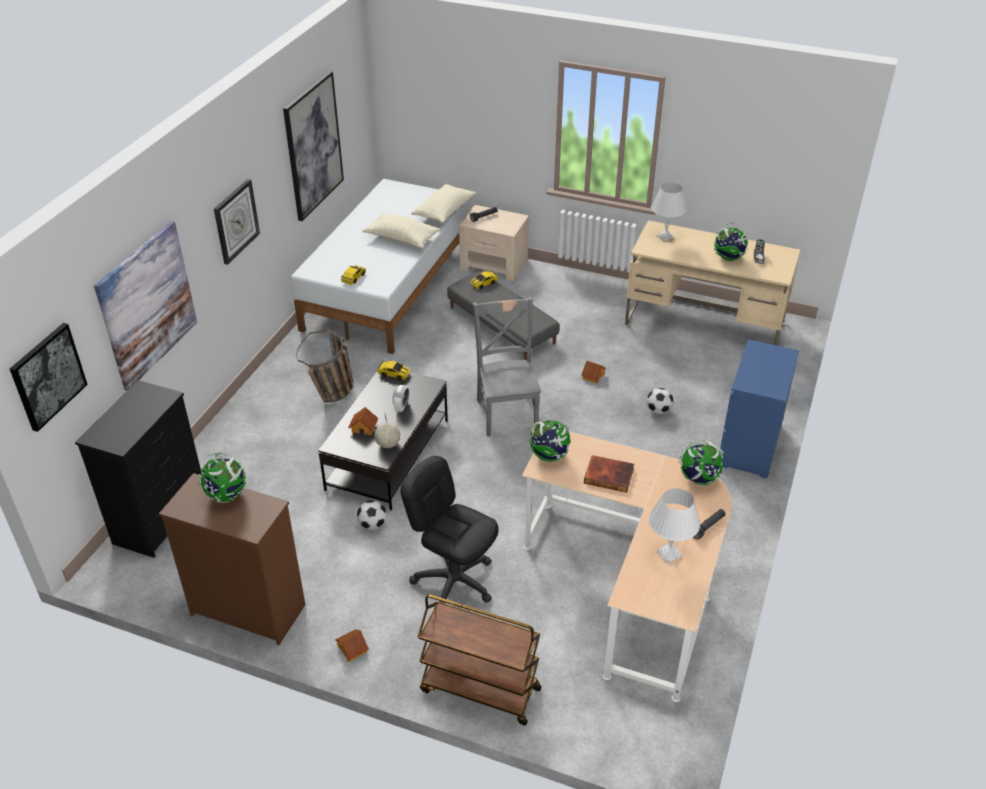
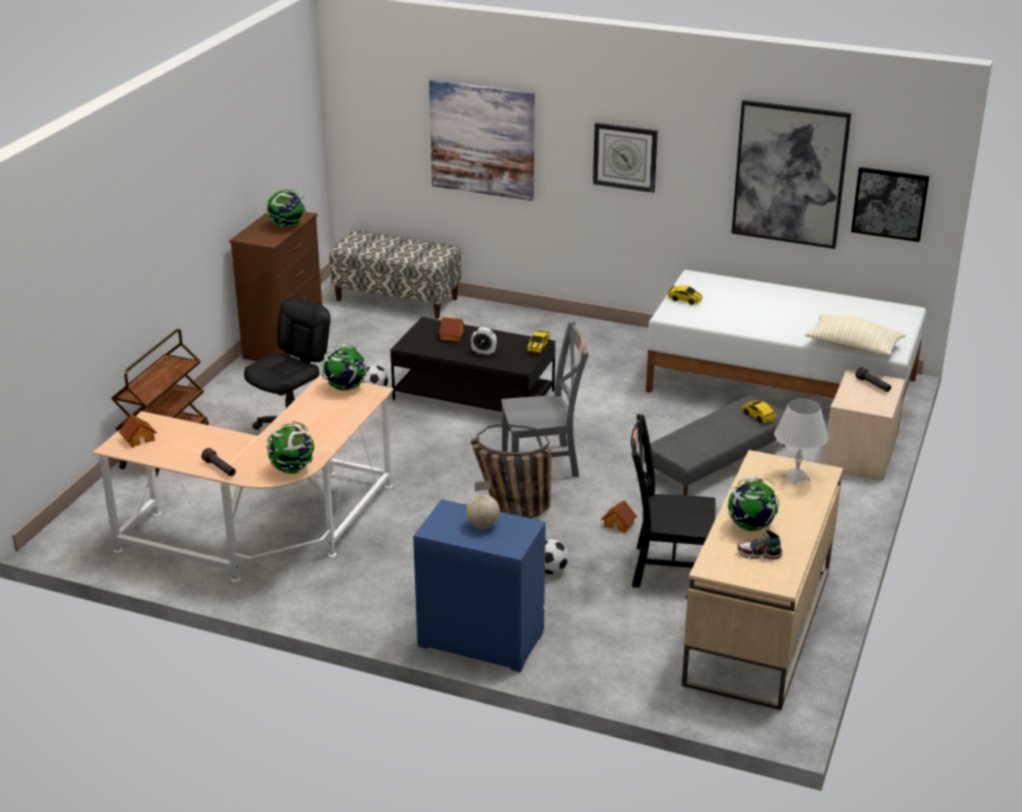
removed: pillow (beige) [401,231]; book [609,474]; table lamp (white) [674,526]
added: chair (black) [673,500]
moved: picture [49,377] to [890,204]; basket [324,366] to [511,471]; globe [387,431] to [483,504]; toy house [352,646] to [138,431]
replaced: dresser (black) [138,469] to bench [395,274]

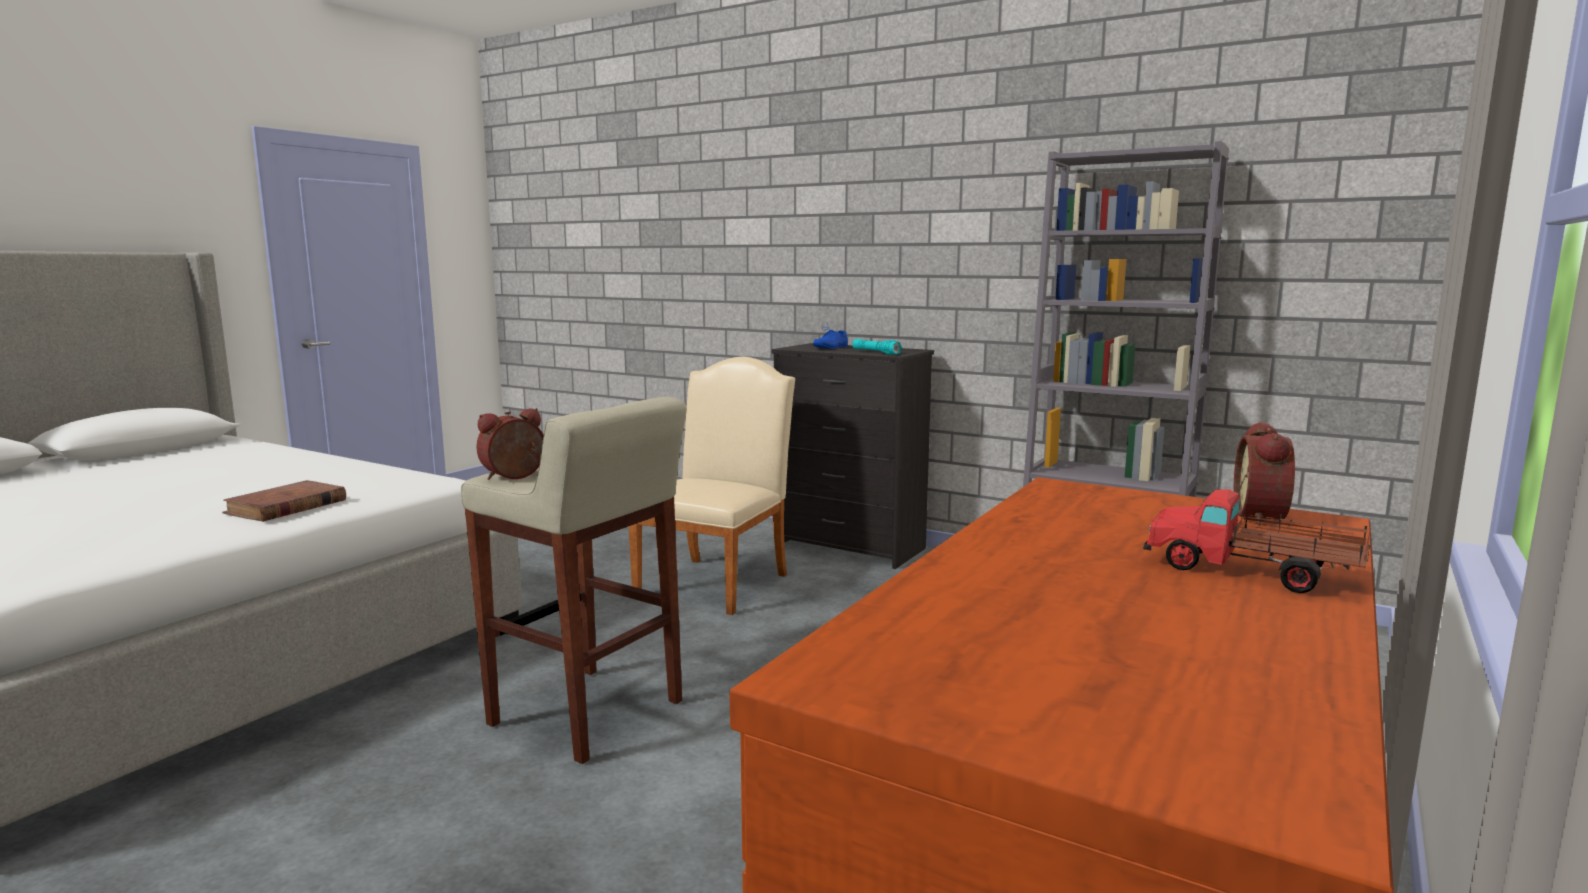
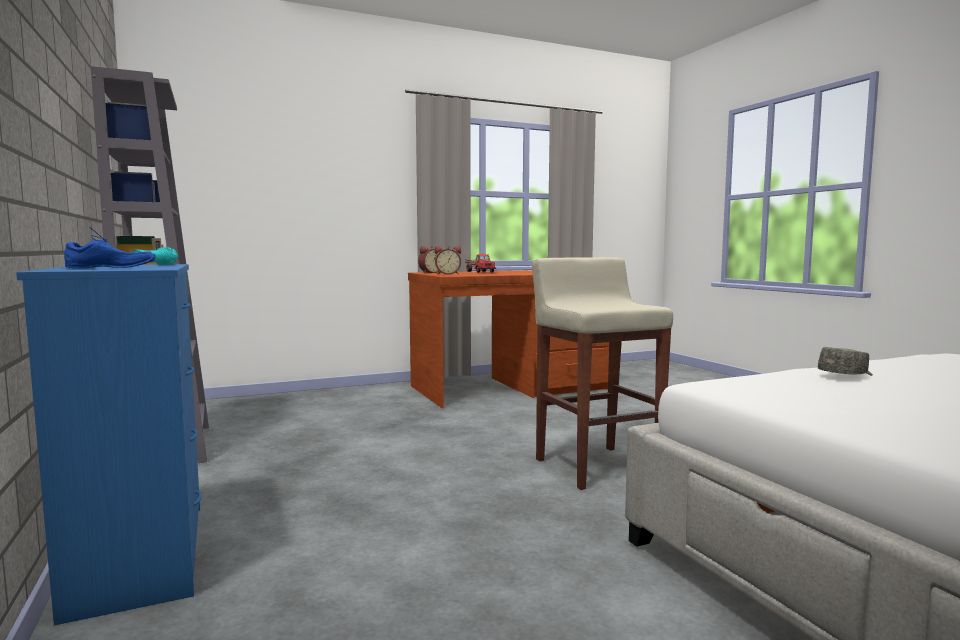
removed: chair (beige) [712,486]
moved: alarm clock [510,444] to [447,260]
replaced: book (brown) [284,501] to cap (grey) [845,361]
recoloured: dresser (black) [852,456] to dresser (blue) [109,445]

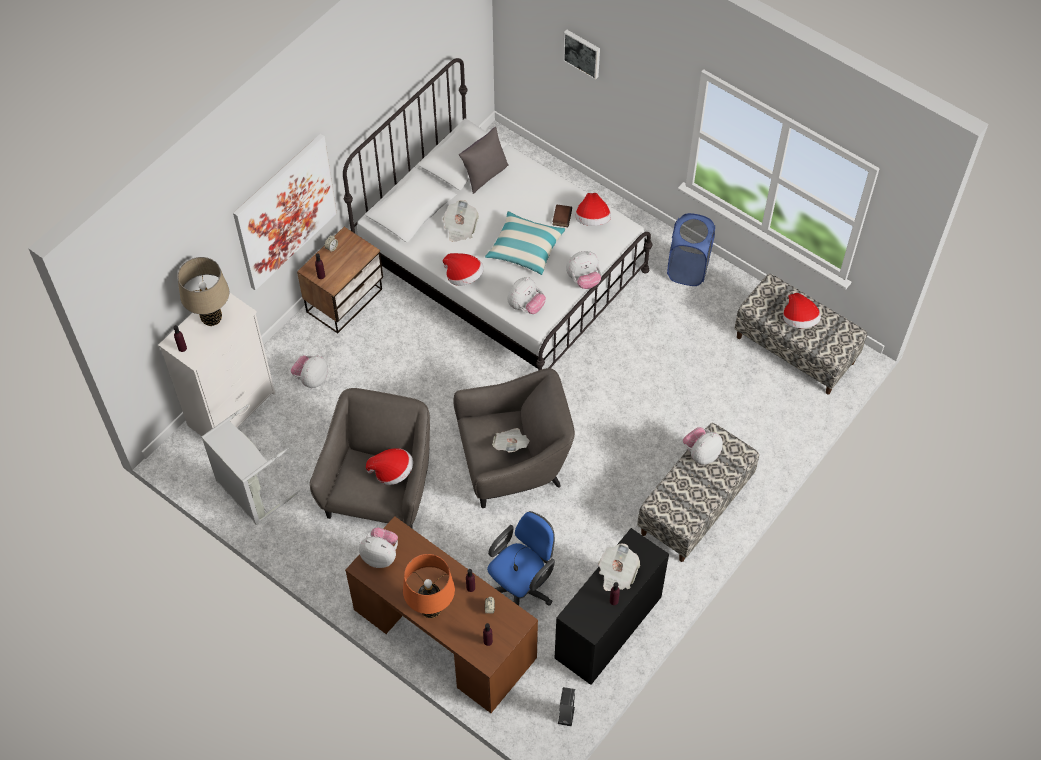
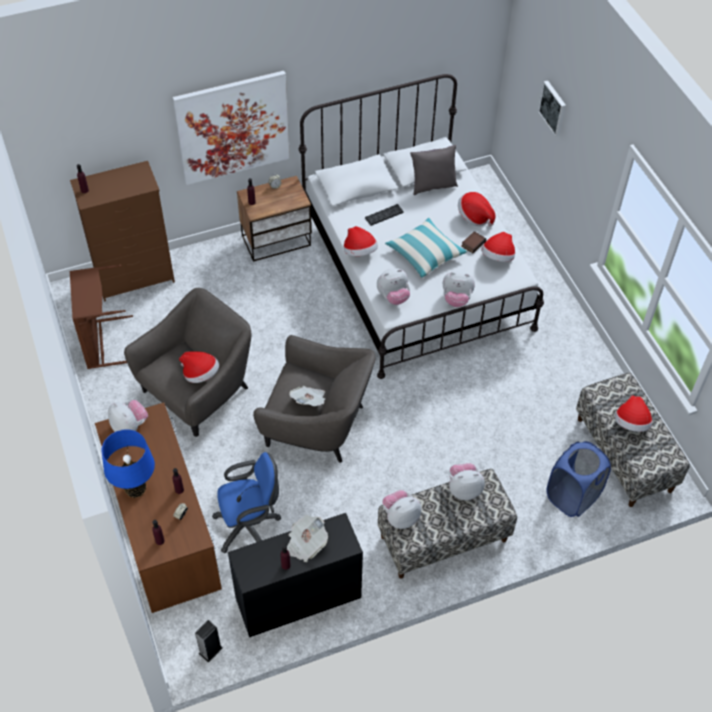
removed: table lamp (beige) [203,291]
added: hat [476,209]
moved: laundry basket (blue) [691,249] to [578,479]; plush toy [309,371] to [402,509]
replaced: newspaper [461,221] to keyboard [384,215]
recoloured: dresser (white) [216,364] to dresser (brown) [122,231]; laundry basket (grey) [250,465] to laundry basket (brown) [101,317]; table lamp (orange) [429,586] to table lamp (blue) [128,463]

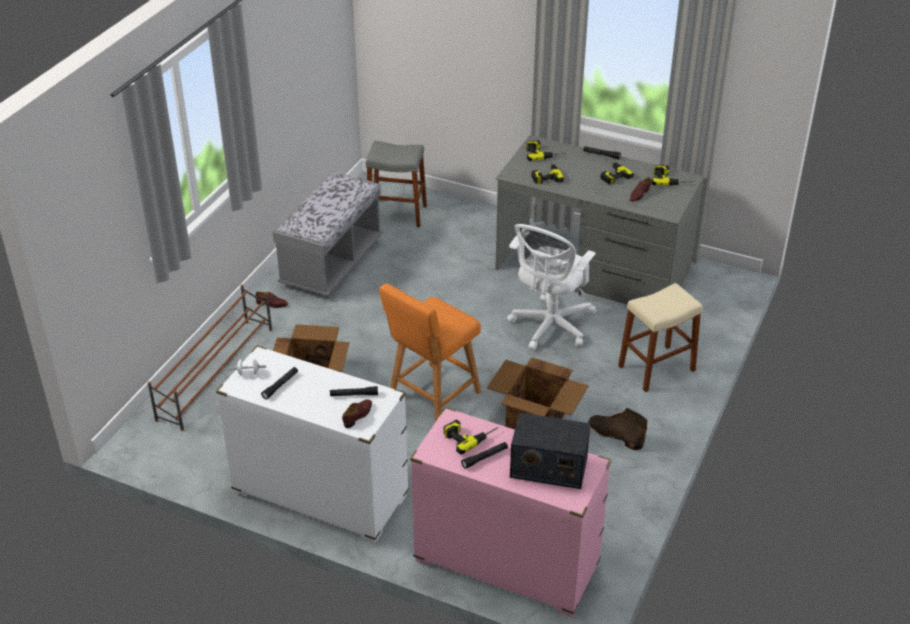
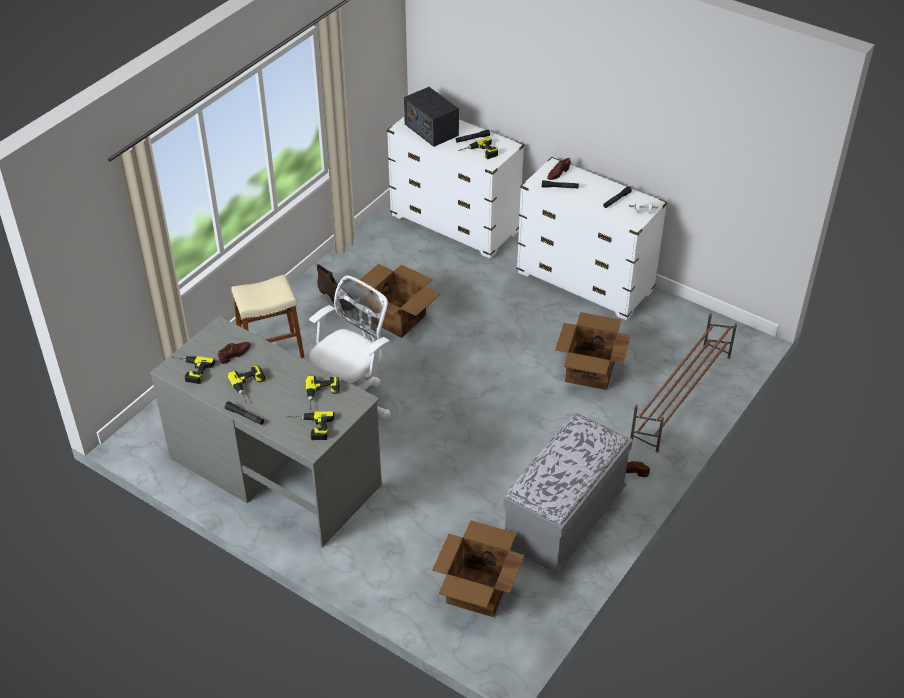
removed: stool (orange) [430,352]
replaced: stool (grey) [396,184] to cardboard box [478,568]
recoloured: dresser (pink) [510,512] to dresser (white) [455,188]
turned: radio [550,450] = [431,117] 150 degrees counterclockwise

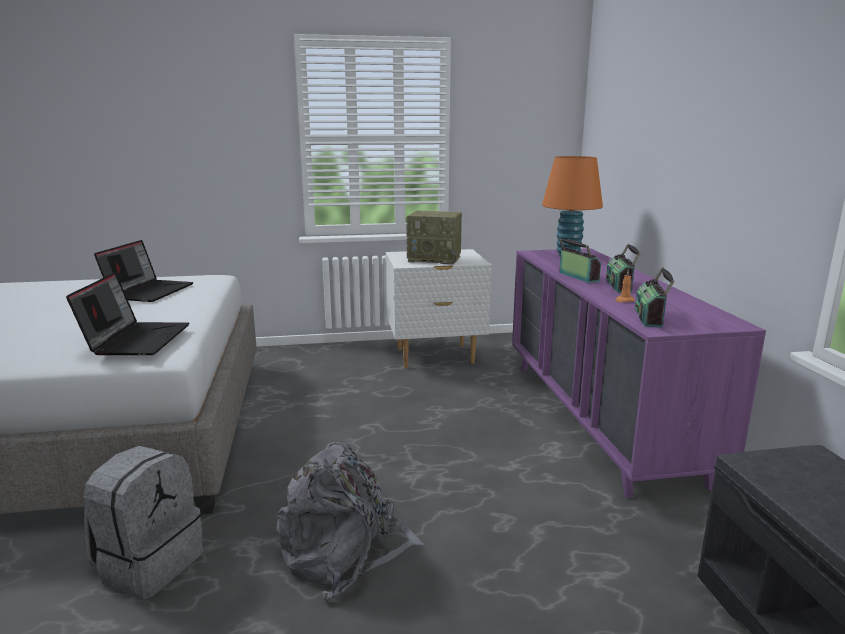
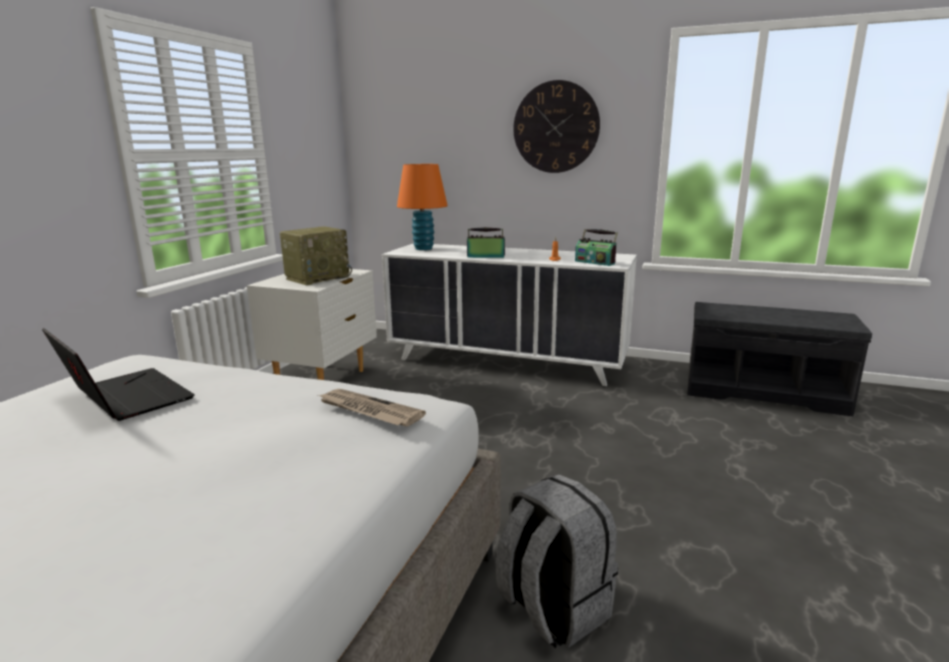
removed: radio [623,268]; backpack (grey) [350,521]
added: wall clock [556,126]
replaced: laptop [127,313] to newspaper [372,407]
recoloured: dresser (purple) [639,373] to dresser (white) [509,314]

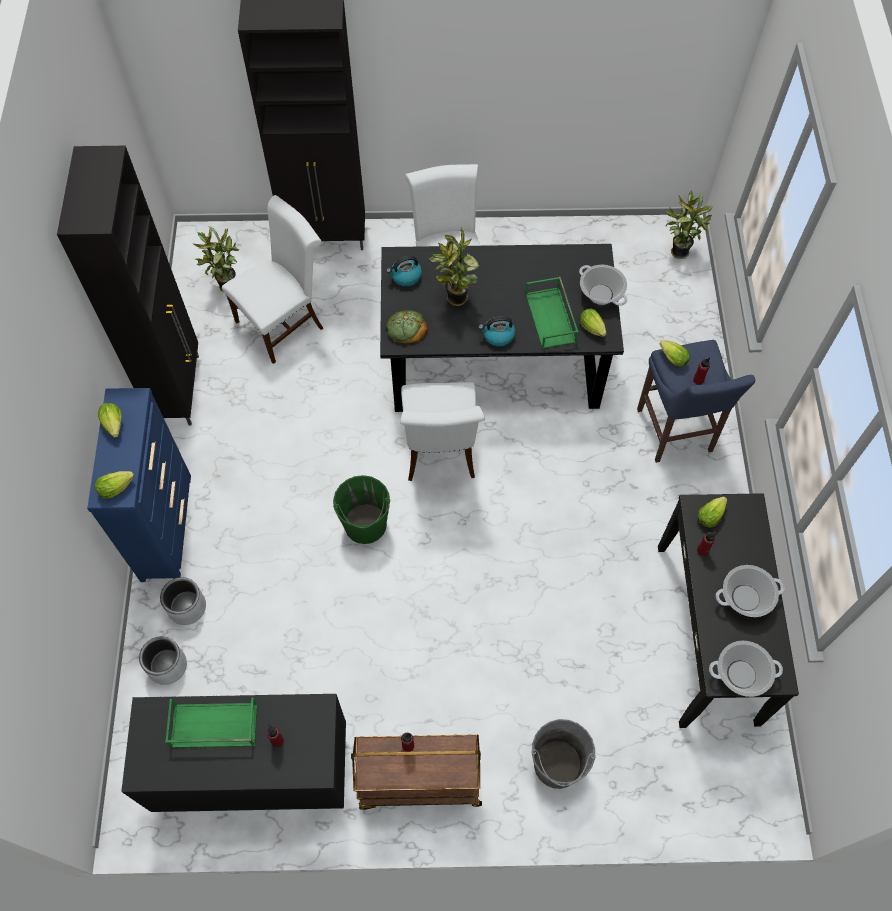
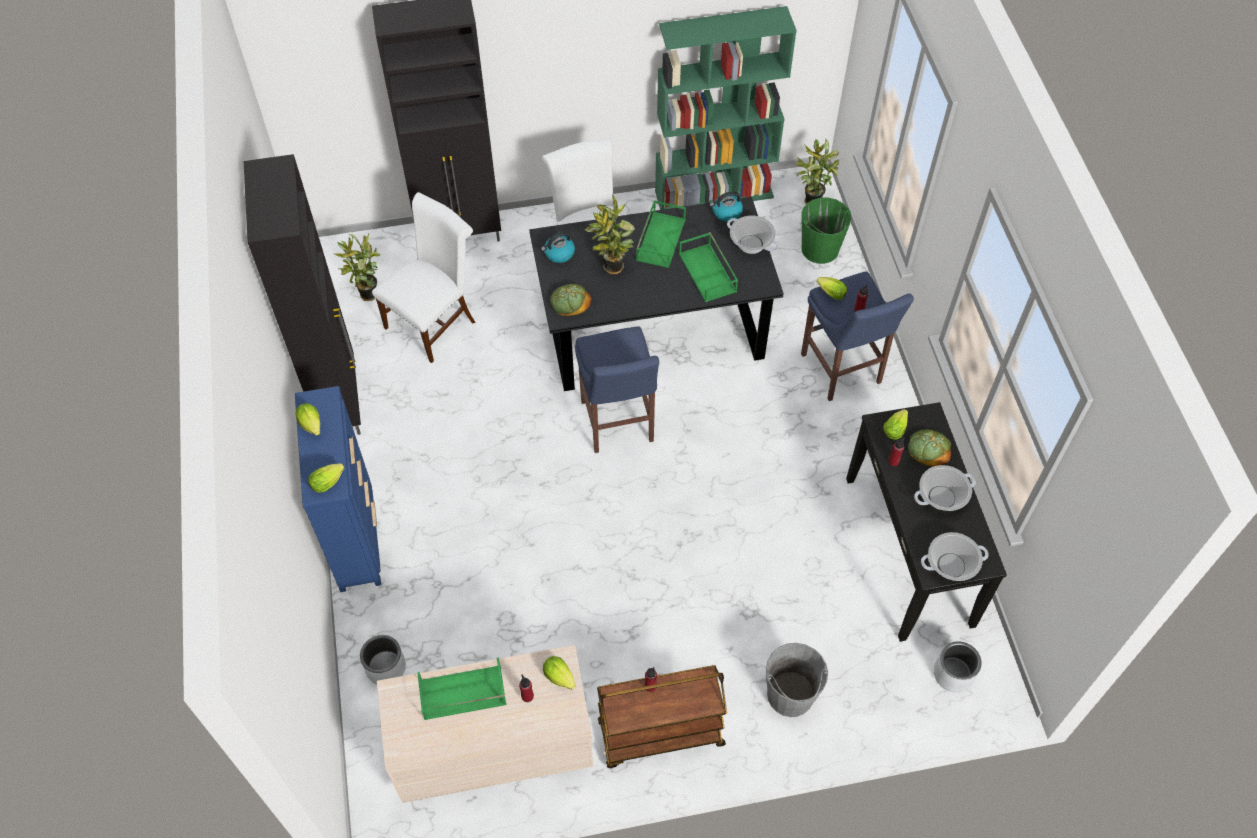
added: bookcase (green) [726,108]; tray (green) [661,234]; bread [929,448]
moved: lettuce [593,323] to [559,673]; kettle [497,331] to [726,206]; bucket (green) [361,509] to [826,231]; planter (grey) [183,601] to [957,666]
replaced: chair (white) [442,431] to stool (blue) [617,390]
recoloured: dresser (black) [233,753] to dresser (beige) [485,724]

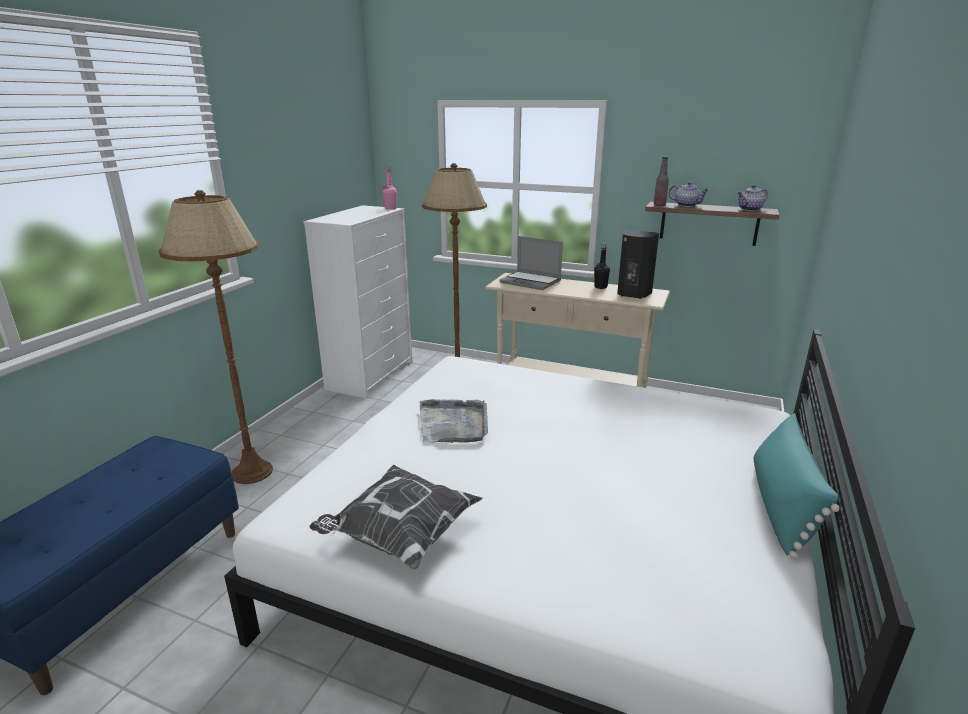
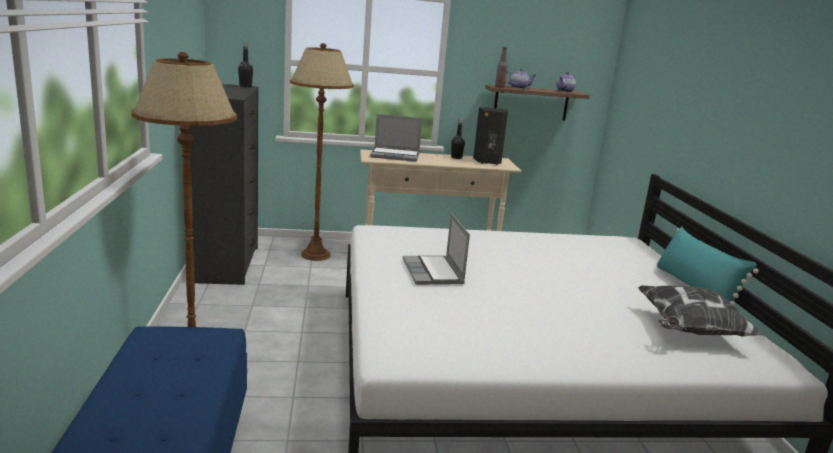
moved: pillow [396,517] to [700,311]
replaced: tray (grey) [454,421] to laptop [436,249]
recoloured: bottle (pink) [390,188] to bottle (black) [245,65]; dresser (white) [358,302] to dresser (black) [224,184]

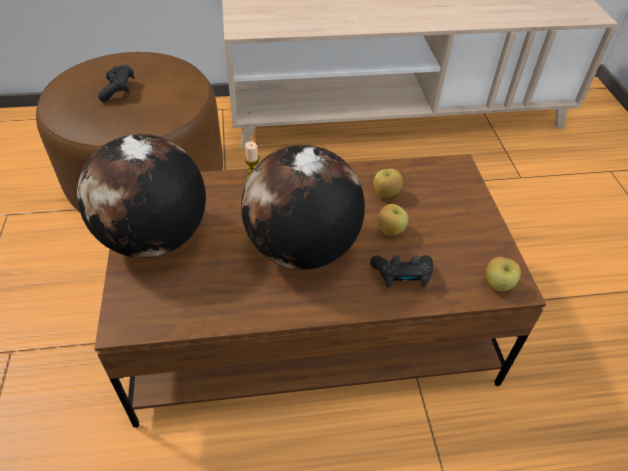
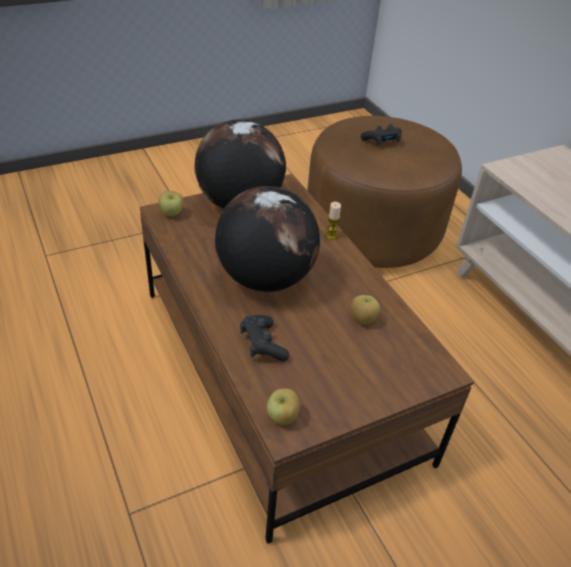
moved: apple [393,220] to [171,203]

